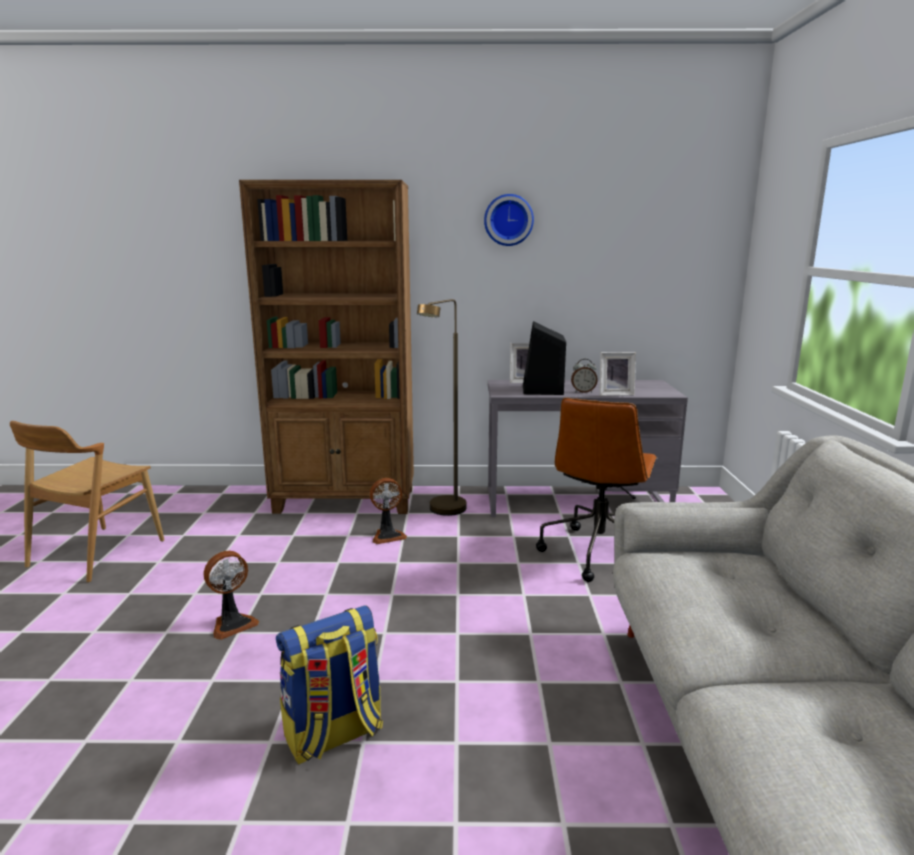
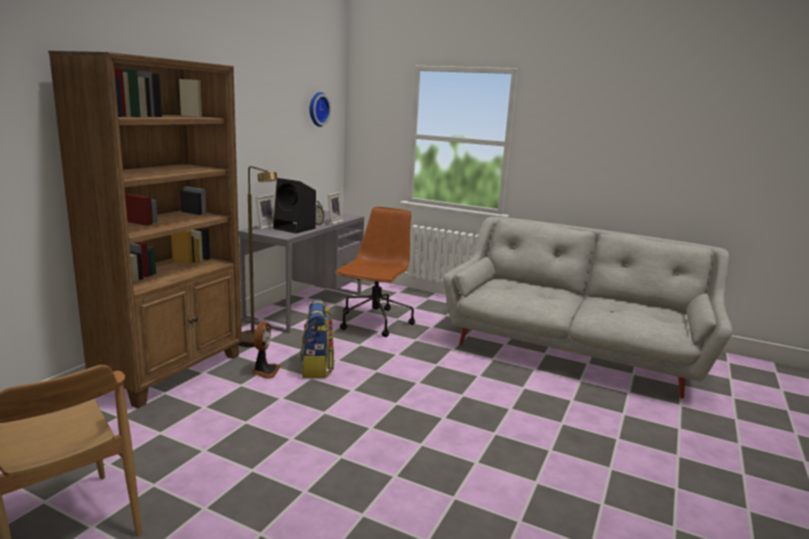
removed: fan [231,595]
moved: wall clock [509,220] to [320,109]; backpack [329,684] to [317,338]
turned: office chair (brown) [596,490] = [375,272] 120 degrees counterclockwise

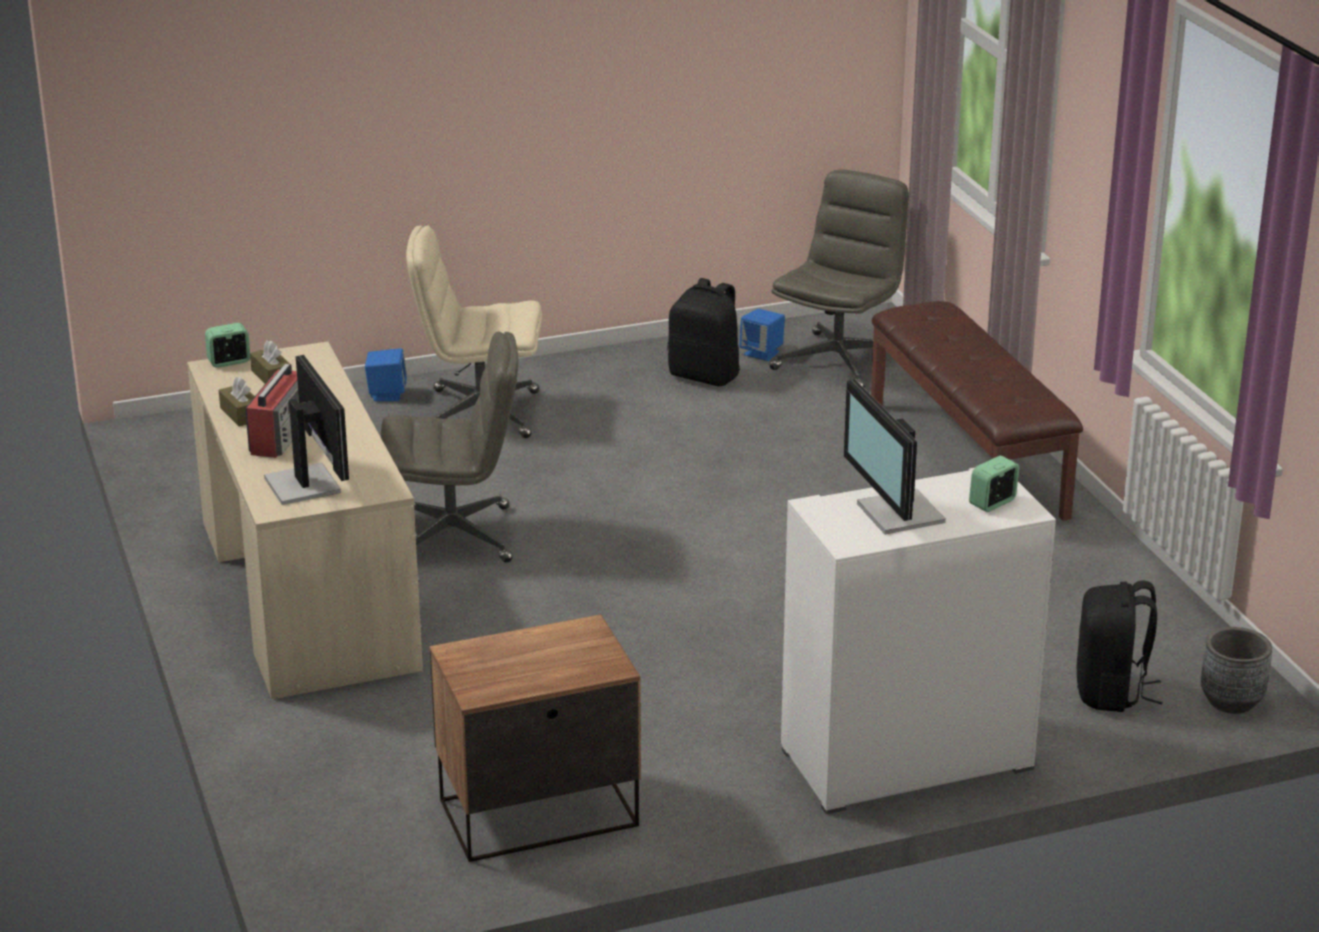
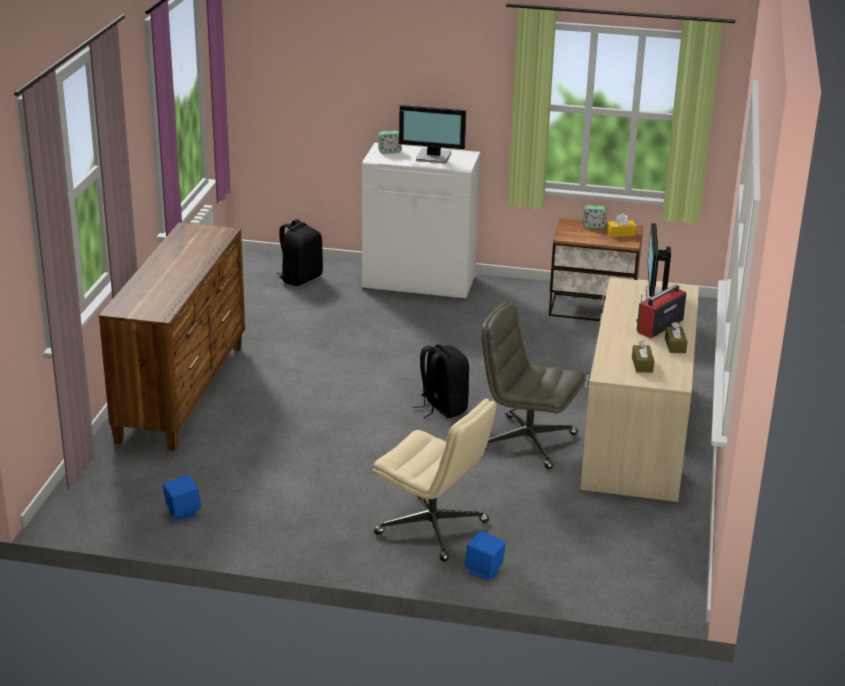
removed: office chair (grey) [839,278]; planter (grey) [1236,670]
added: tissue box (yellow) [621,225]
moved: backpack (black) [703,332] to [441,381]; alarm clock [227,345] to [595,217]
replaced: bench (brown) [977,411] to dresser (brown) [172,336]
turned: monitor [895,457] = [432,134] 90 degrees clockwise

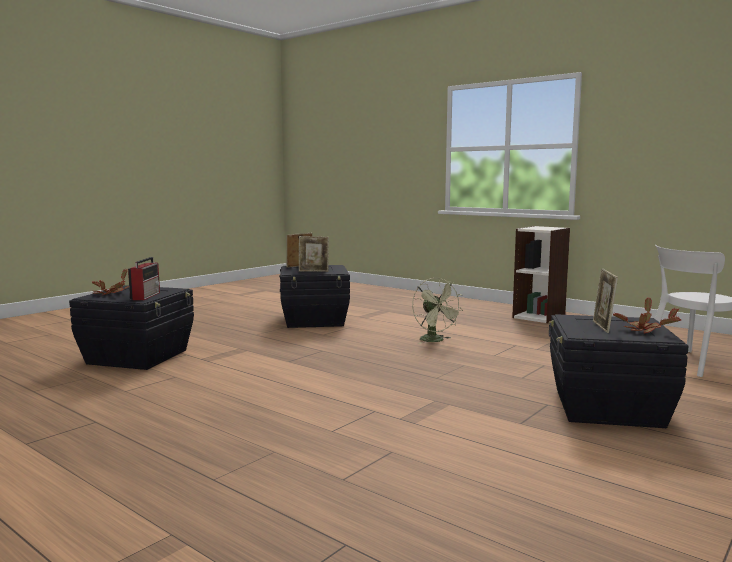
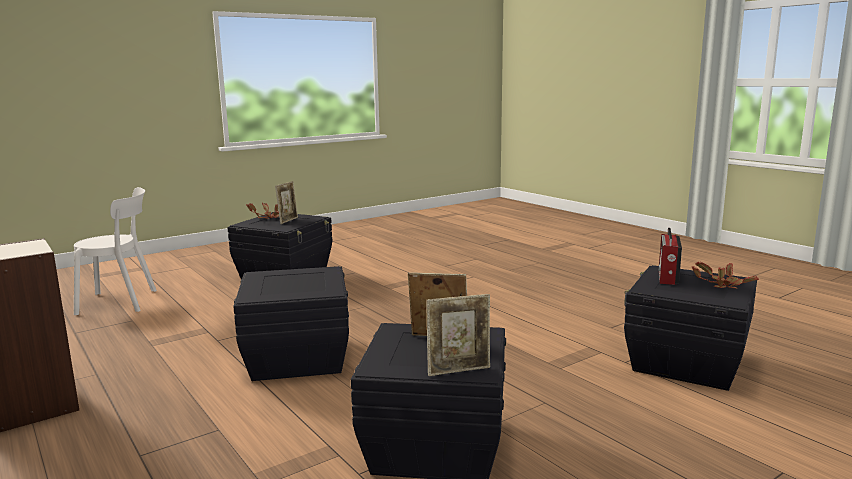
replaced: fan (green) [437,311] to storage box (black) [291,323]

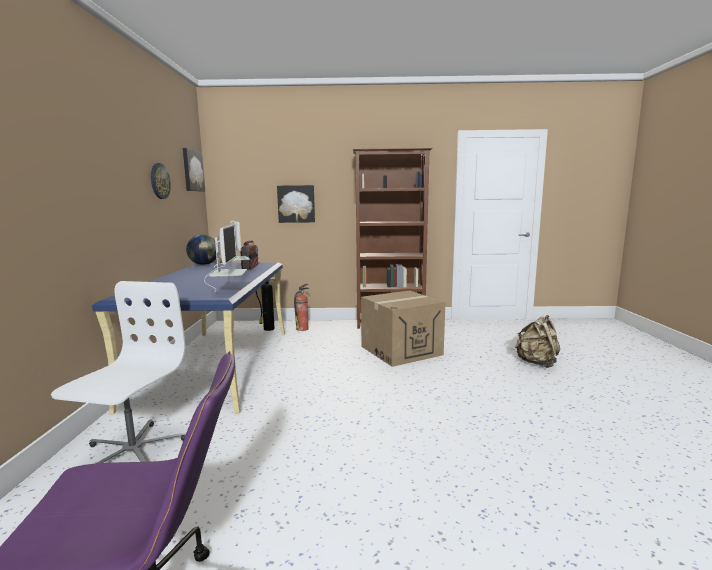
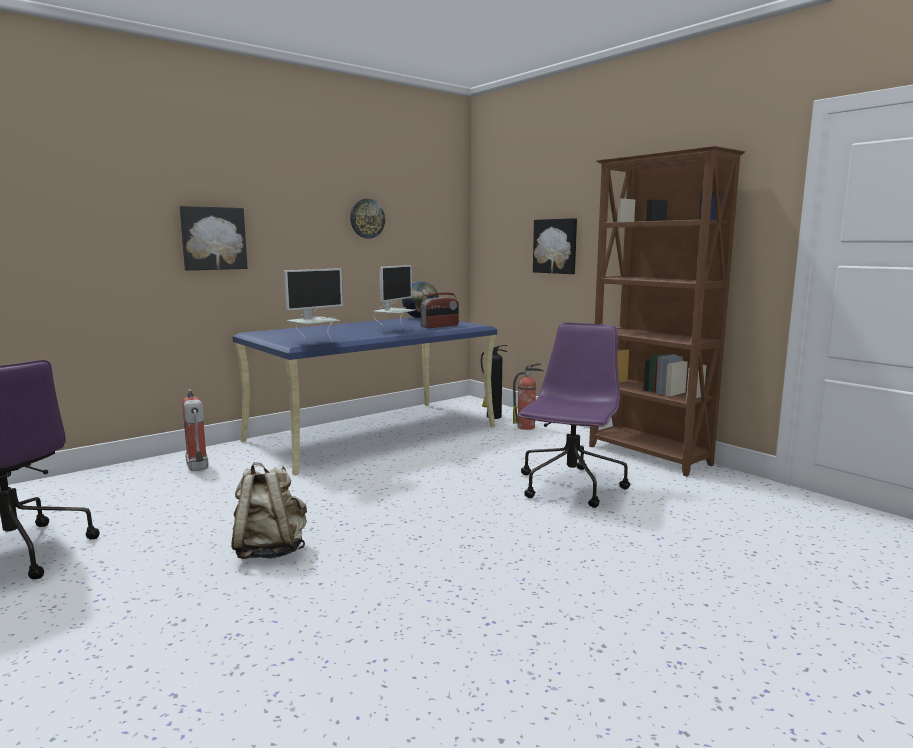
moved: picture [194,170] to [213,238]; backpack (beige) [537,341] to [269,510]
replaced: office chair (white) [118,372] to fire extinguisher [195,430]; cardboard box [403,328] to office chair (purple) [574,415]

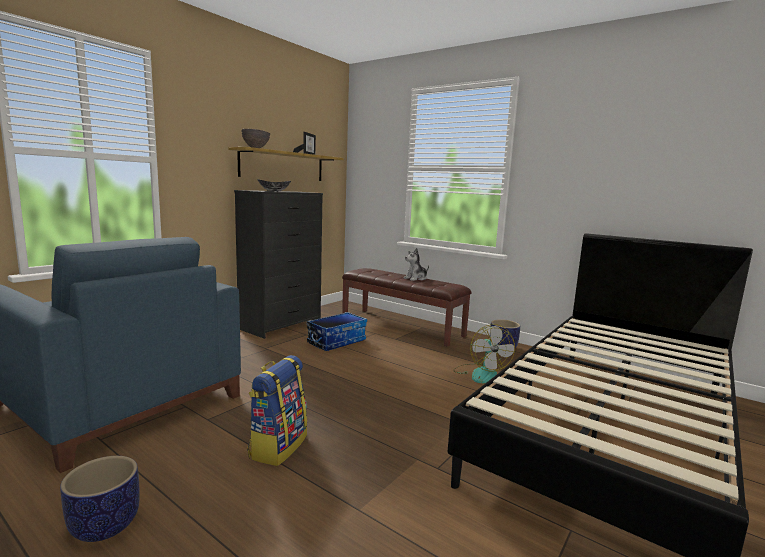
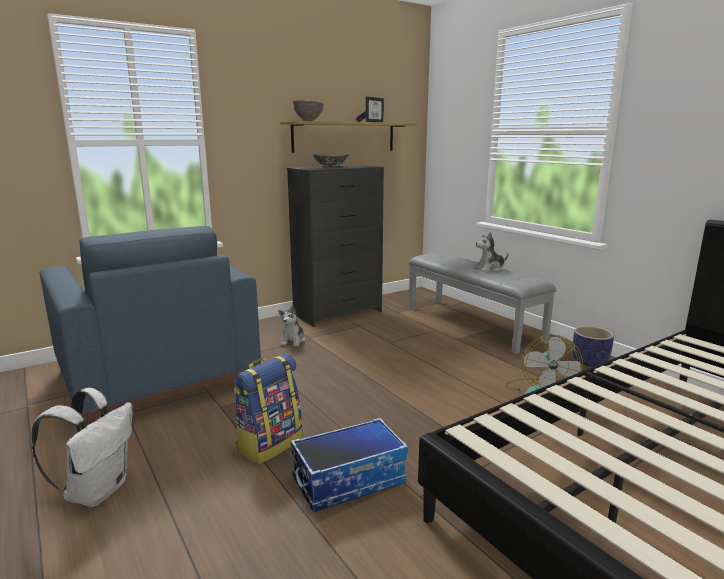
added: plush toy [292,326]
moved: storage box [337,331] to [349,465]
replaced: planter [100,499] to backpack (white) [82,447]
recoloured: bench (brown) [407,307] to bench (grey) [482,303]

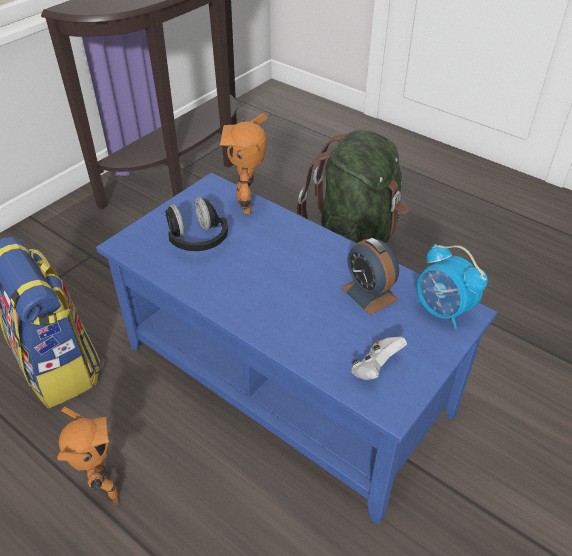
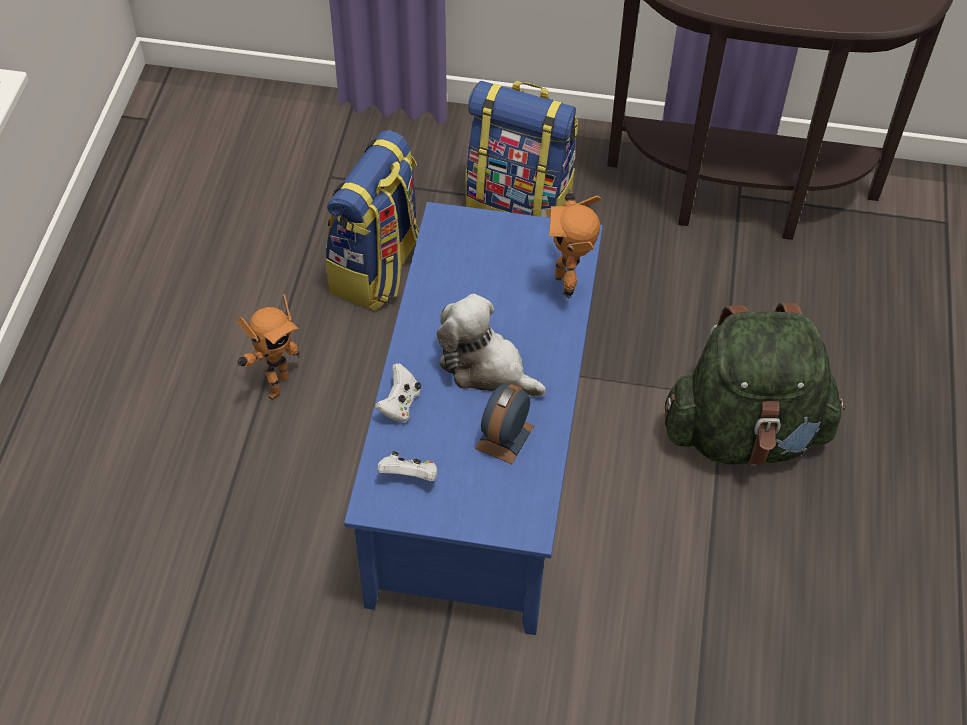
removed: headphones (black) [197,224]; alarm clock [452,286]
added: backpack [521,149]; plush toy [491,345]; game controller (white) [397,393]
turned: toy robot [243,164] = [575,244] 60 degrees counterclockwise

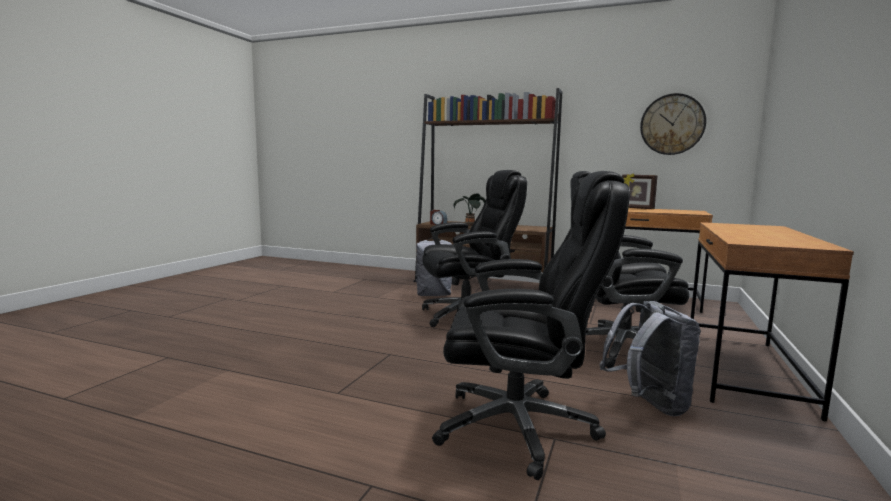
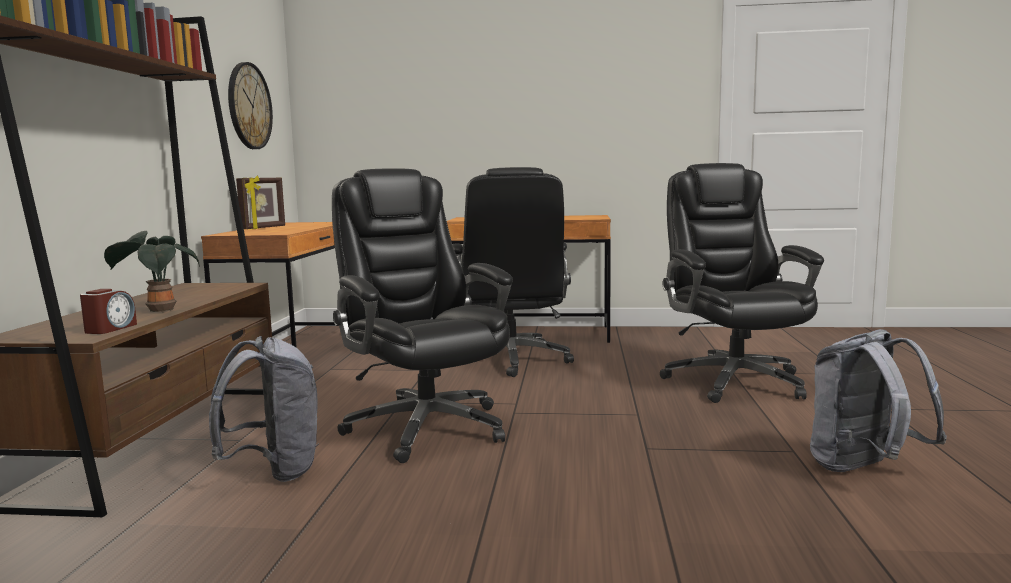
moved: backpack (grey) [650,358] to [878,400]

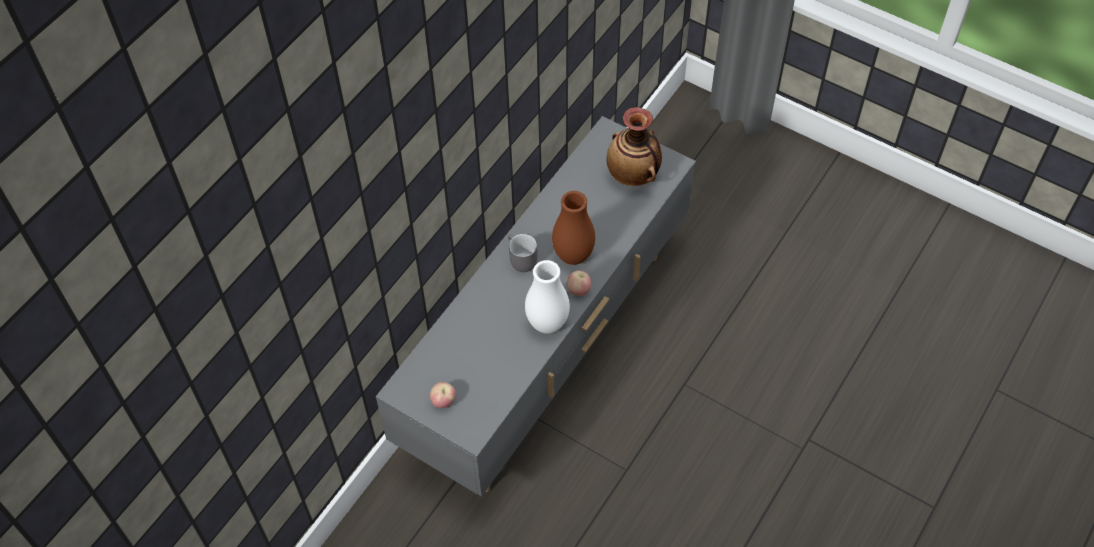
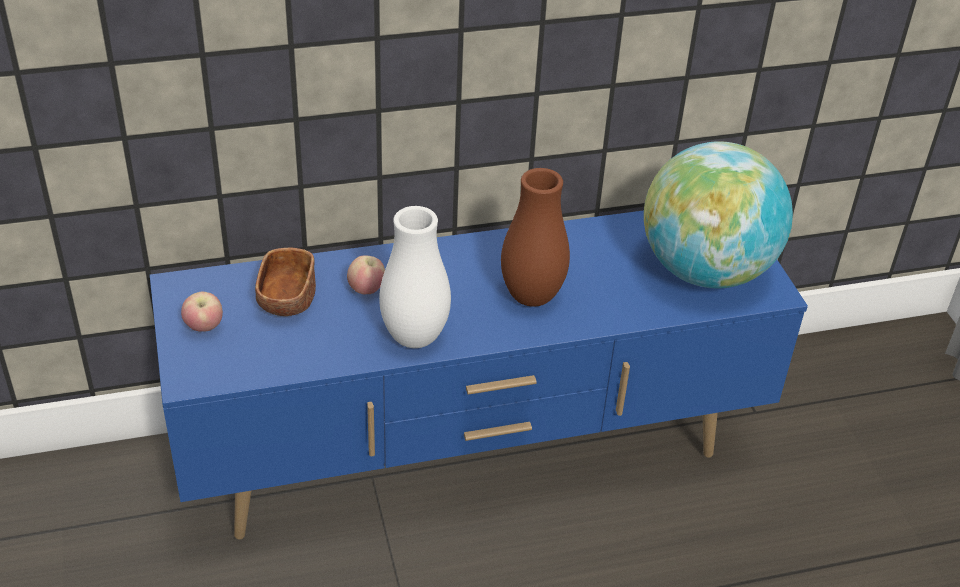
removed: mug (grey) [523,253]
added: bowl (brown) [285,282]
moved: apple [579,283] to [366,274]
replaced: vase [634,146] to globe [718,214]
recoloured: tv stand (grey) [536,306] to tv stand (blue) [479,375]

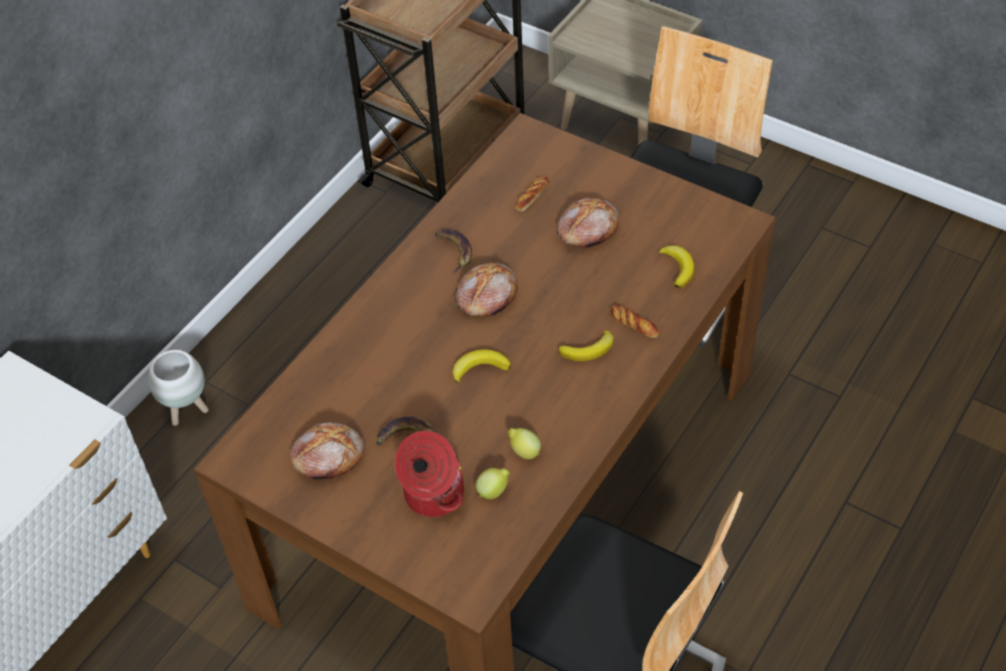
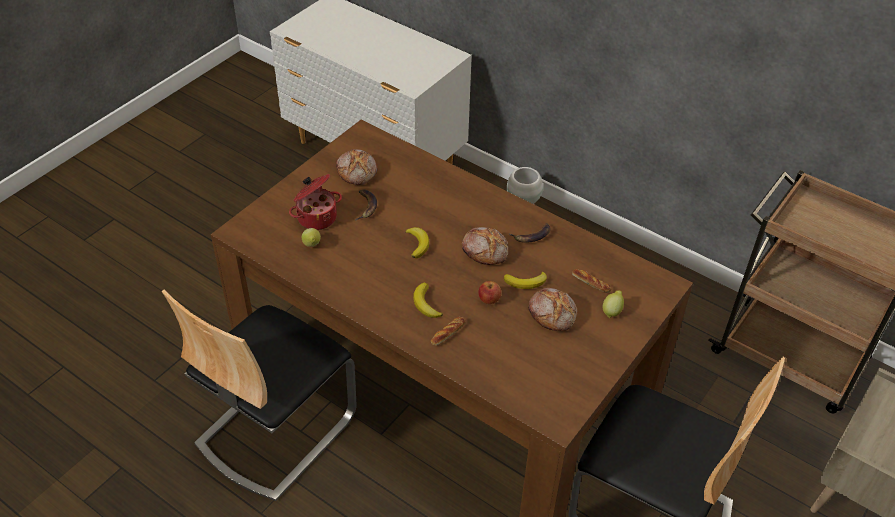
added: apple [489,292]
moved: banana [677,266] to [525,280]; lemon [524,443] to [613,304]

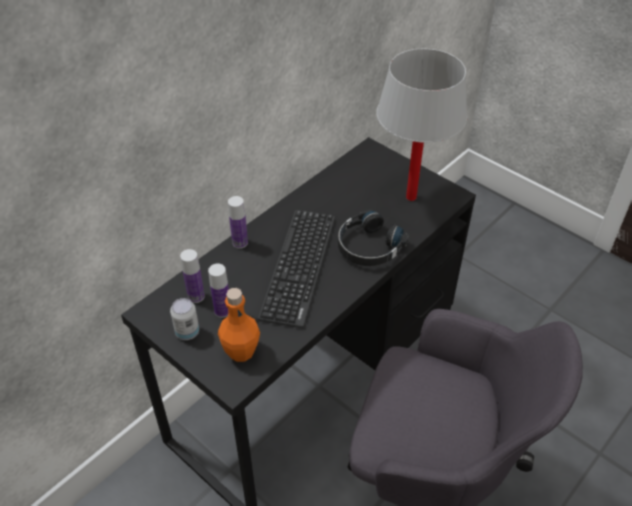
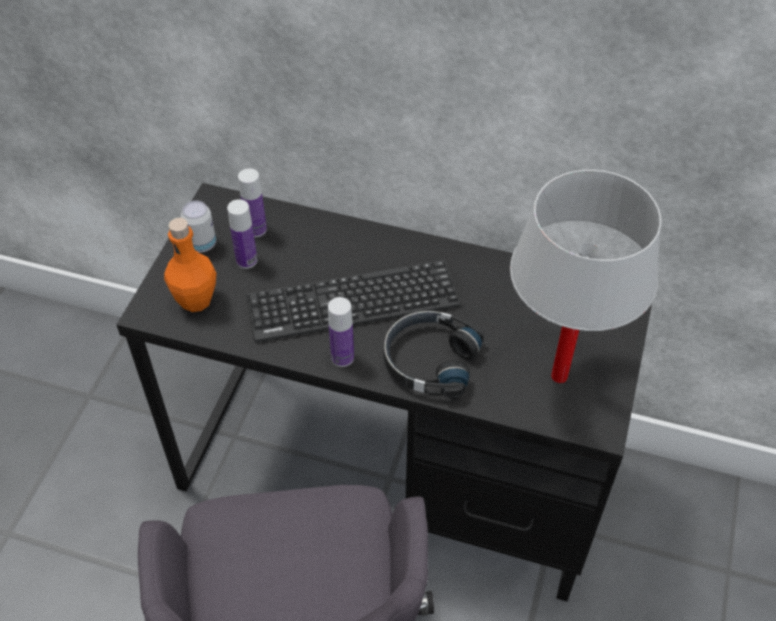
moved: bottle [238,222] to [341,332]

